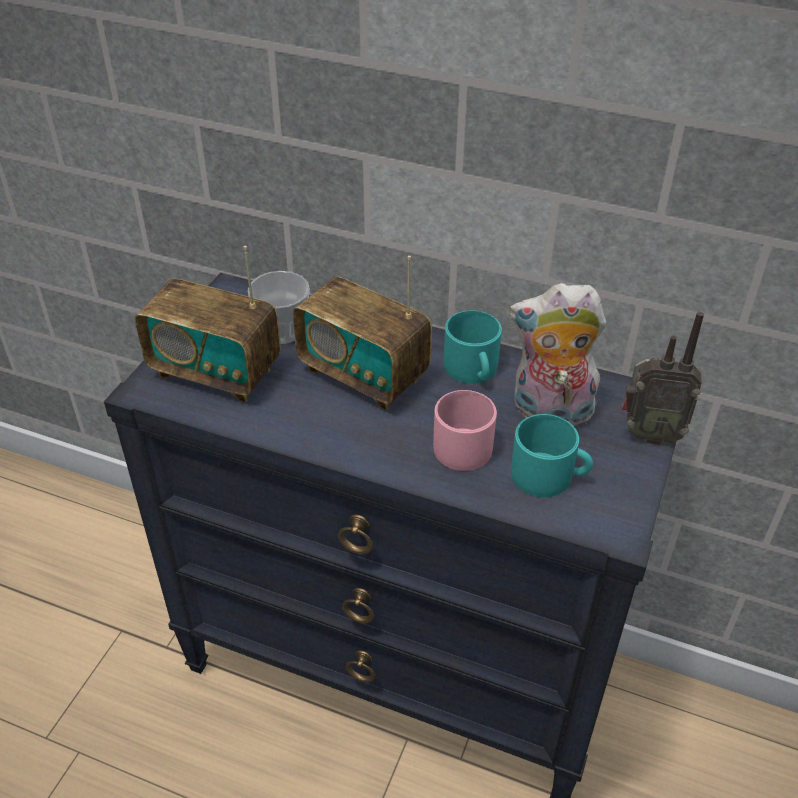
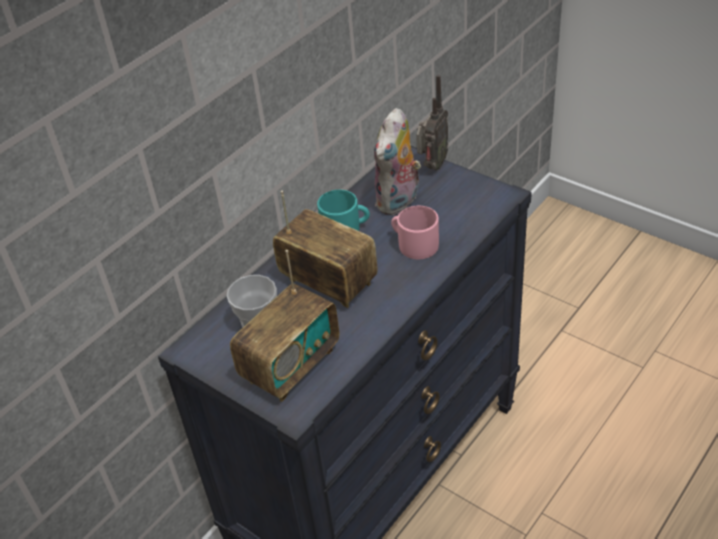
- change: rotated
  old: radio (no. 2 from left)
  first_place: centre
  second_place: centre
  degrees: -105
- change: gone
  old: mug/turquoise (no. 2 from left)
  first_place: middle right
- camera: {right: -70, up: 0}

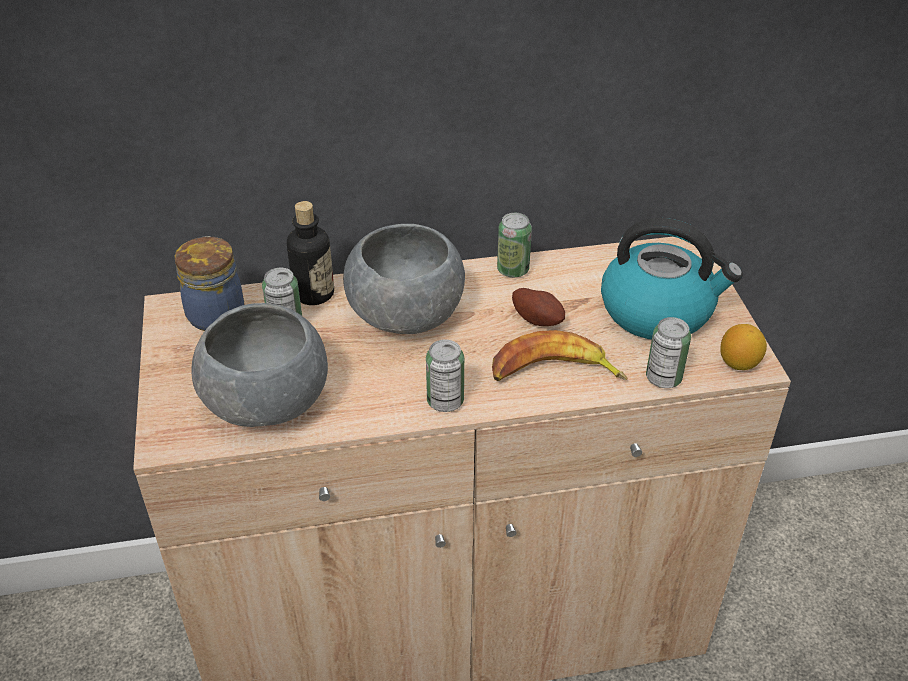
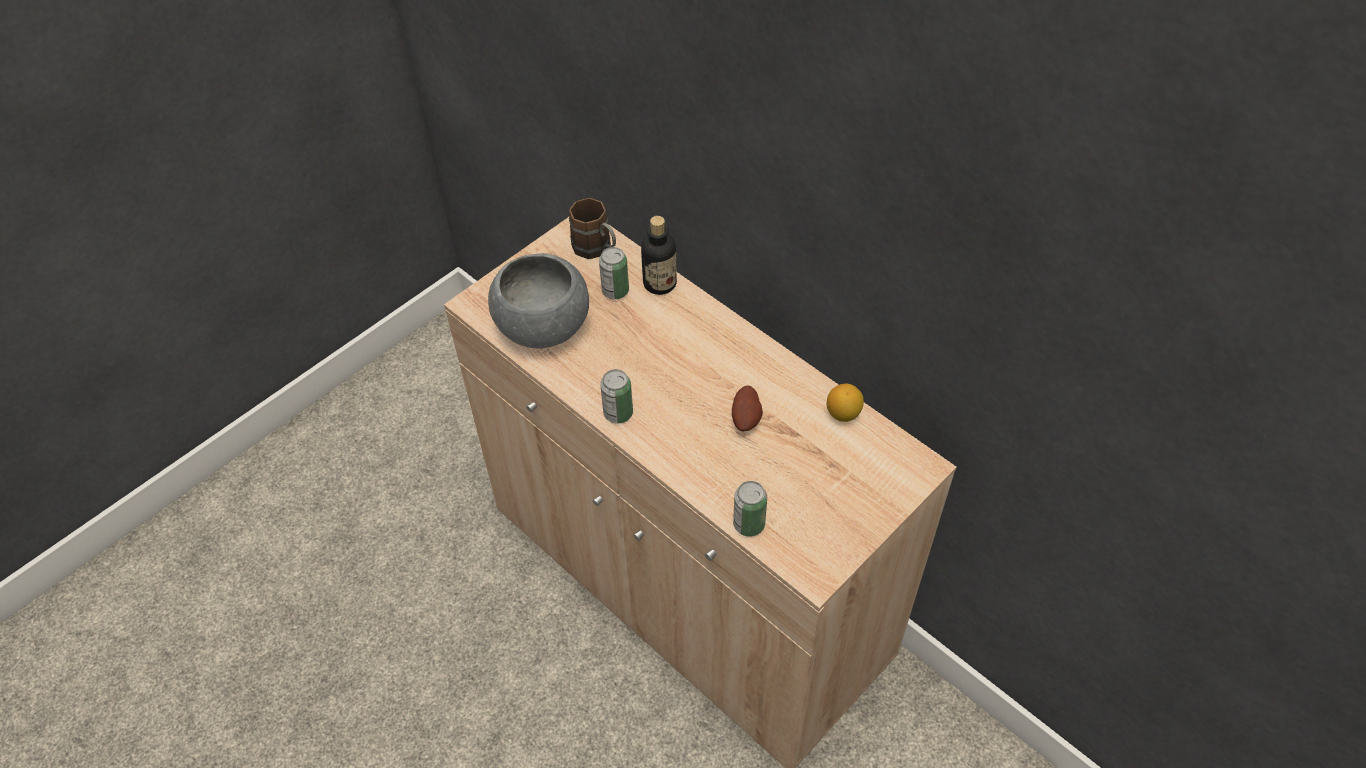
- change: swapped
  old: jar
  new: mug/brown
  first_place: middle left
  second_place: top centre
- change: shifted
  old: lemon
  first_place: middle right
  second_place: centre
- change: gone
  old: bowl/grey (no. 2 from left)
  first_place: centre
- change: gone
  old: banana
  first_place: centre
- change: gone
  old: can (no. 3 from left)
  first_place: centre
- change: gone
  old: kettle
  first_place: middle right
- camera: {right: 55, up: 10}

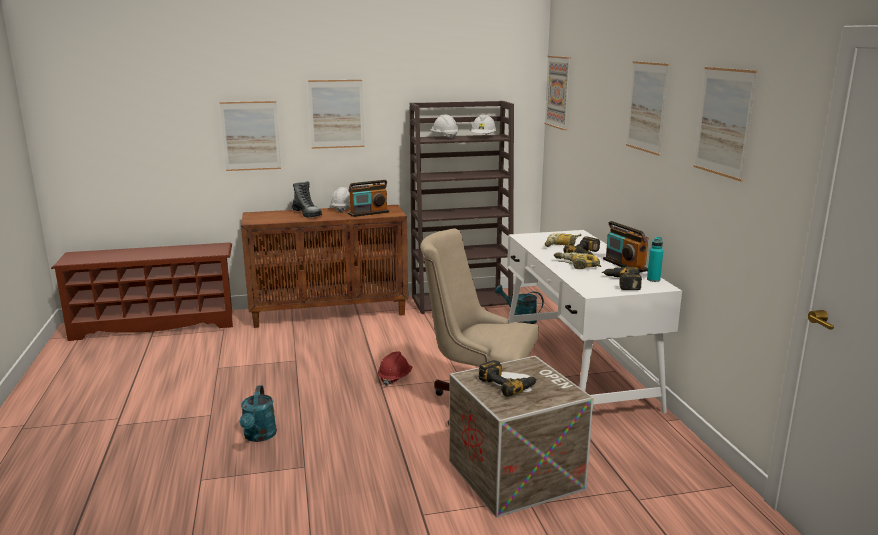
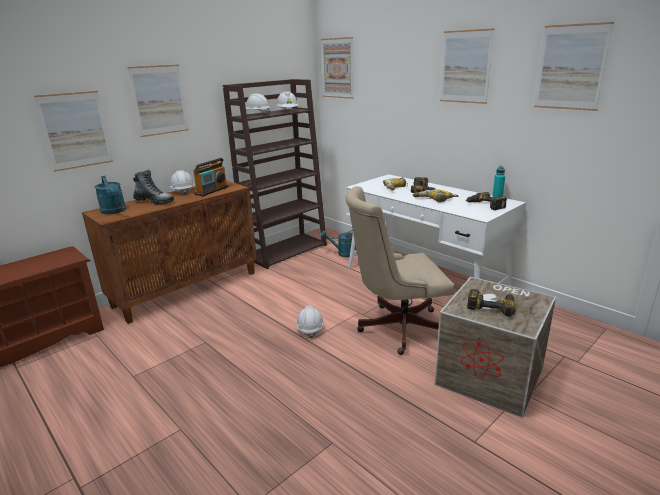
- change: shifted
  old: watering can/turquoise (no. 1 from left)
  first_place: bottom left
  second_place: middle left
- change: repainted
  old: hard hat/red
  new: hard hat/white (no. 4 from left)
  first_place: bottom centre
  second_place: centre
- change: gone
  old: radio (no. 2 from left)
  first_place: middle right
- camera: {right: -30, up: 5}

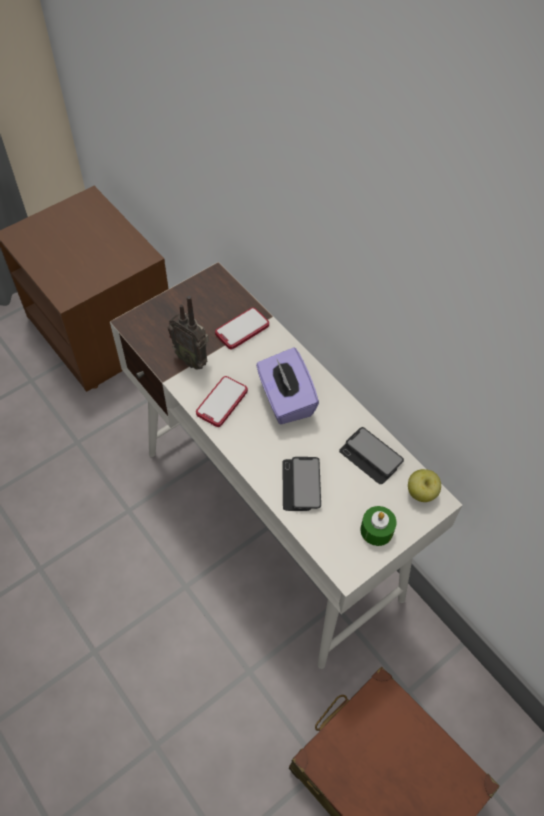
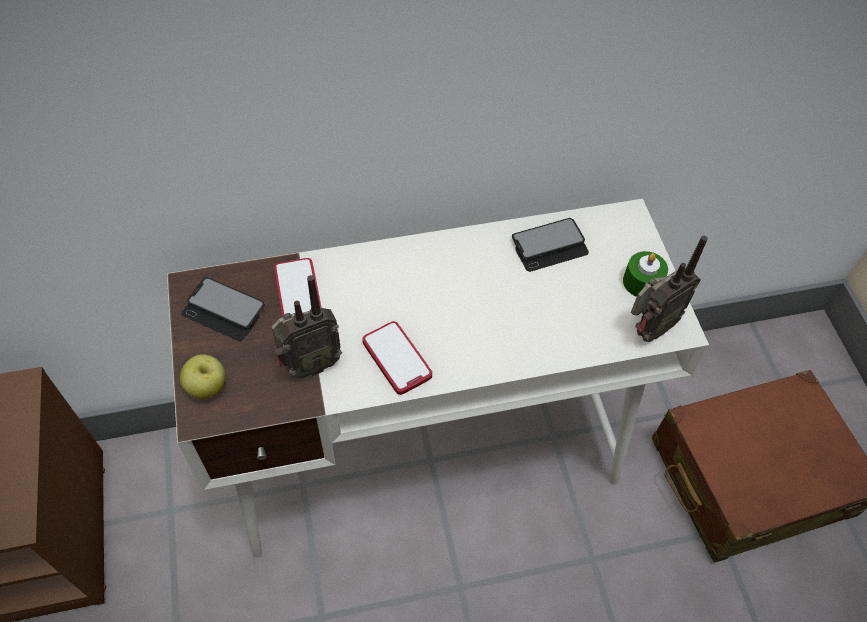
- change: shifted
  old: apple
  first_place: middle right
  second_place: middle left
- change: shifted
  old: phone (no. 3 from left in the first image)
  new: phone (no. 1 from left)
  first_place: centre
  second_place: middle left
- change: new
  new: radio (no. 2 from left)
  second_place: middle right
- change: gone
  old: tissue box/purple
  first_place: centre
- camera: {right: -65, up: 0}

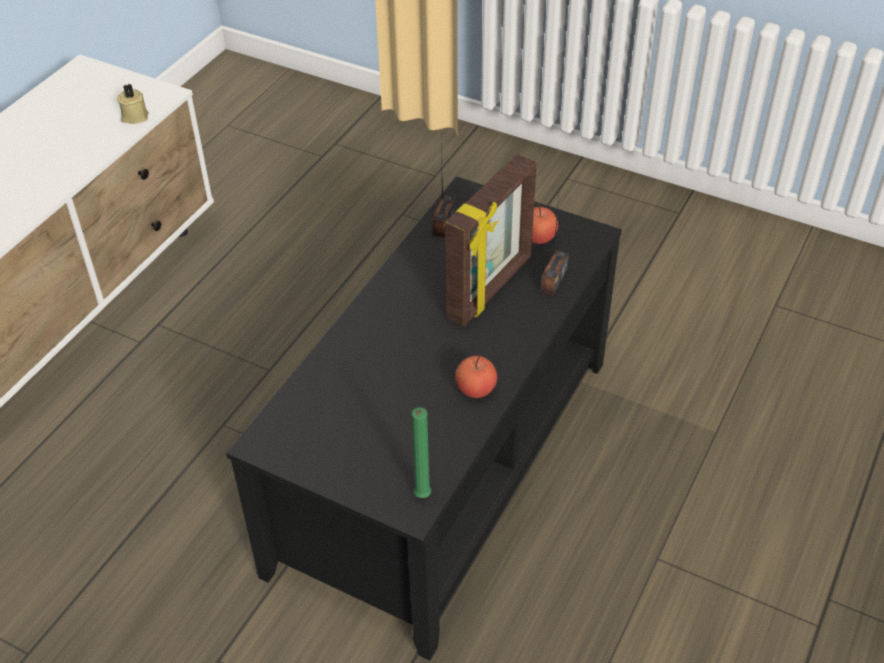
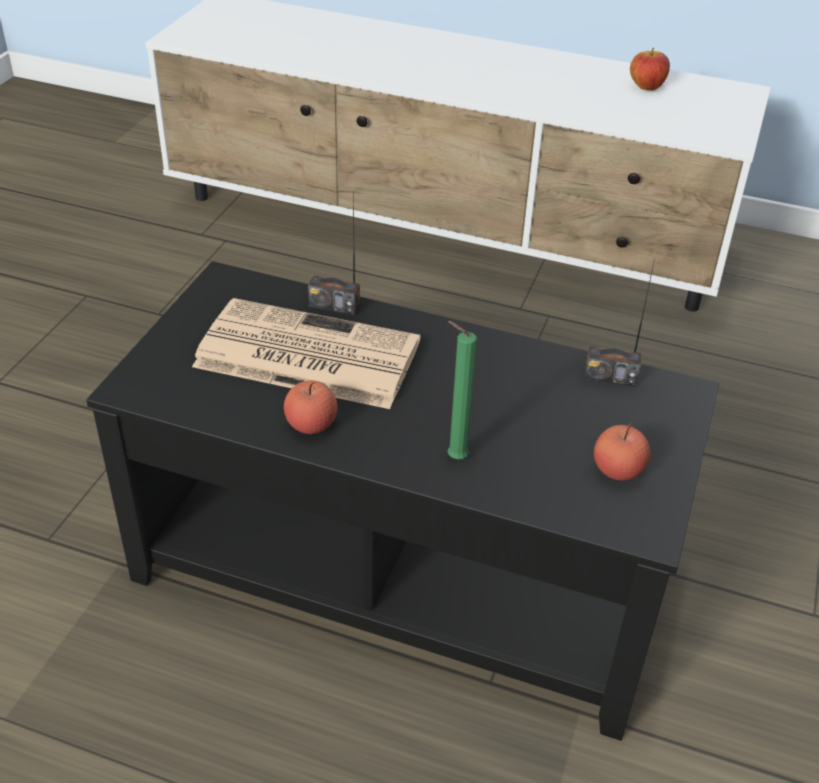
- change: new
  new: newspaper
  second_place: centre
- change: shifted
  old: radio (no. 2 from left in the first image)
  new: radio (no. 1 from left)
  first_place: centre
  second_place: top centre
- change: shifted
  old: candle/green
  first_place: bottom centre
  second_place: centre
- change: new
  new: apple (no. 3 from left)
  second_place: top right
- change: gone
  old: candle/beige
  first_place: top left
- change: gone
  old: picture frame
  first_place: centre
- camera: {right: 80, up: -5}

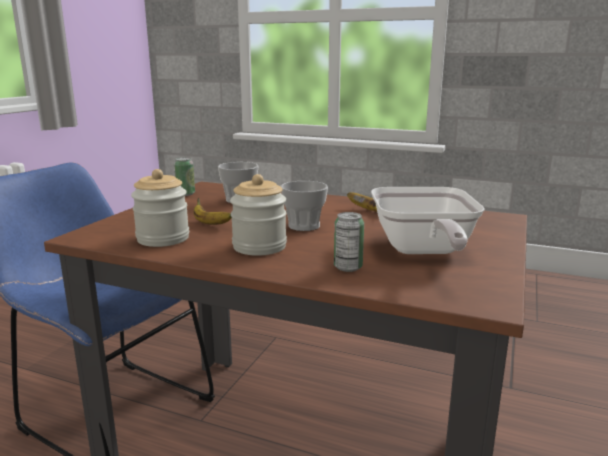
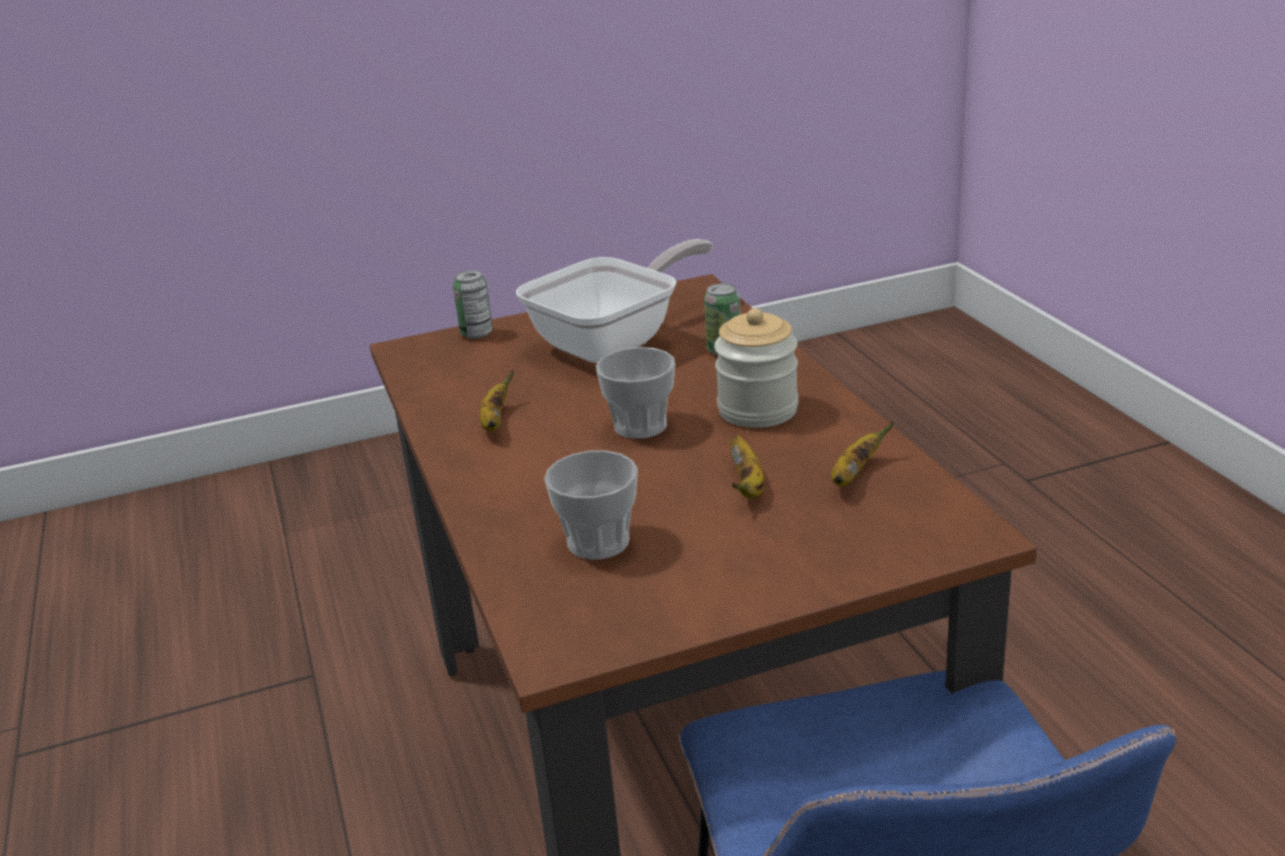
- change: shifted
  old: can (no. 1 from left)
  first_place: middle left
  second_place: centre
- change: swapped
  old: jar (no. 1 from left)
  new: banana (no. 3 from left)
  first_place: middle left
  second_place: middle right
- camera: {right: -130, up: 10}

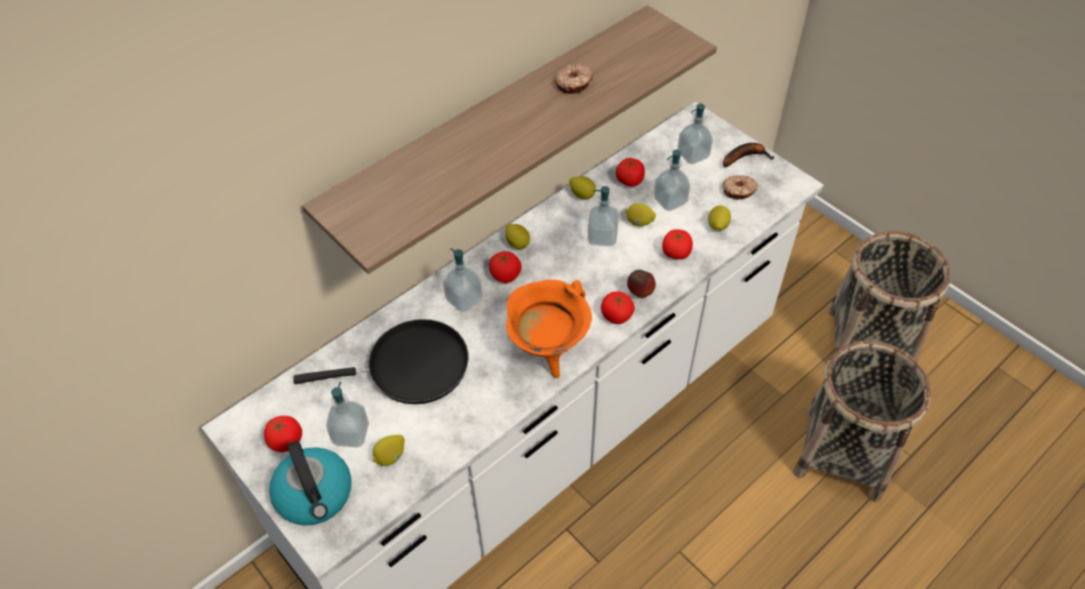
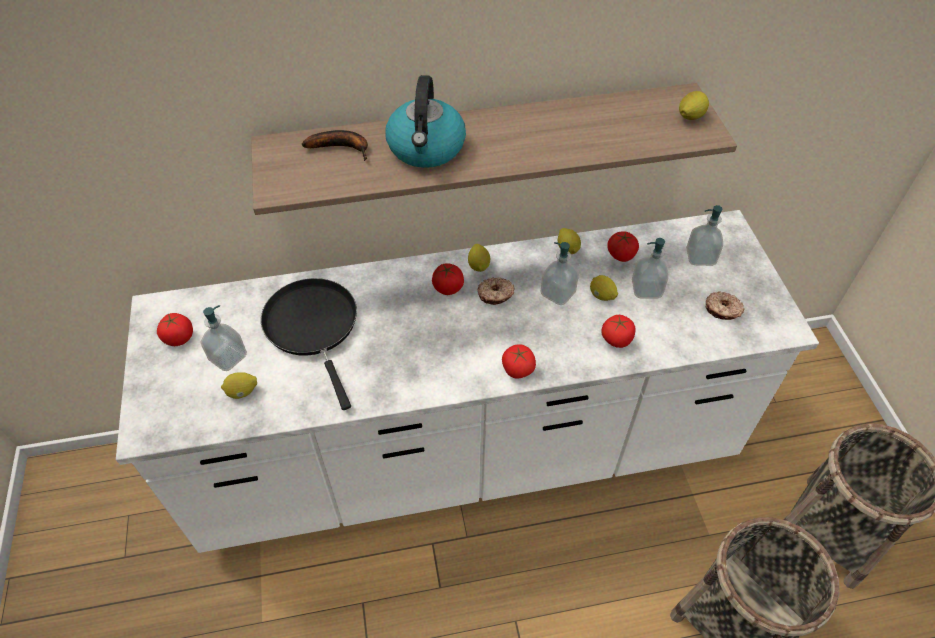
- change: rotated
  old: frying pan/black
  first_place: centre
  second_place: middle left
  degrees: -135
- change: shifted
  old: banana
  first_place: top right
  second_place: top centre
- change: shifted
  old: kettle
  first_place: bottom left
  second_place: top centre
- change: shifted
  old: donut (no. 1 from left)
  first_place: top centre
  second_place: centre
- change: shifted
  old: lemon (no. 5 from left)
  first_place: centre
  second_place: top right
- change: gone
  old: soap dispenser (no. 2 from left)
  first_place: centre
- change: gone
  old: cooking pot/orange
  first_place: centre
- change: gone
  old: apple
  first_place: centre
- camera: {right: 30, up: 0}

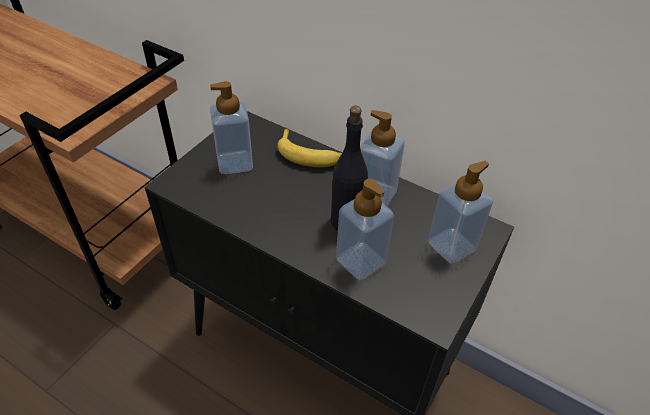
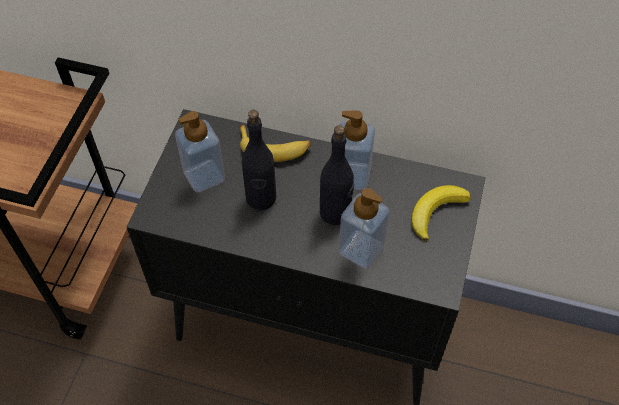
- change: new
  new: bottle/black (no. 1 from left)
  second_place: centre
- change: swapped
  old: soap dispenser (no. 4 from left)
  new: banana (no. 2 from left)
  first_place: middle right
  second_place: middle right
- camera: {right: -15, up: 10}

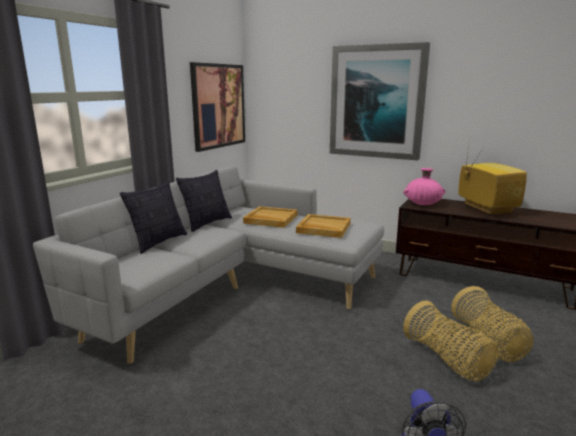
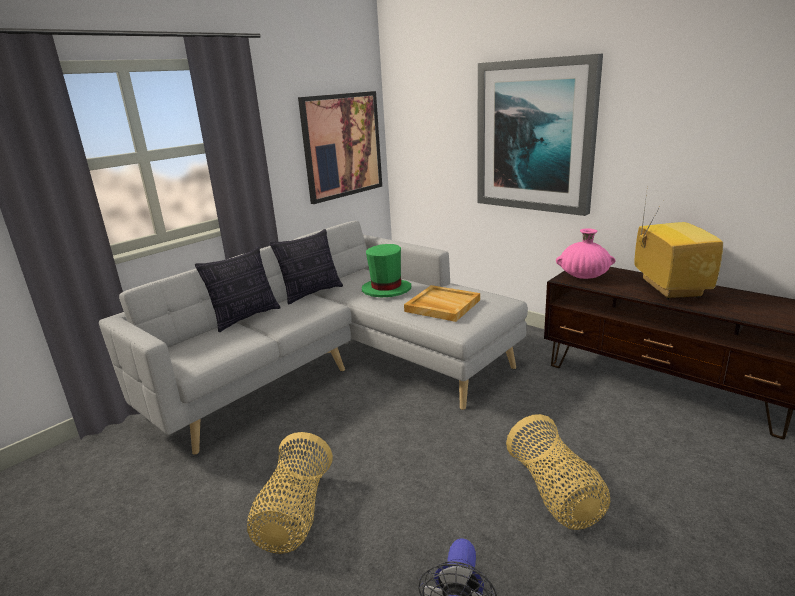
- change: shifted
  old: basket (no. 2 from left in the first image)
  new: basket (no. 1 from left)
  first_place: bottom right
  second_place: bottom centre
- change: swapped
  old: tray/beige (no. 1 from left)
  new: hat/green
  first_place: centre
  second_place: centre
- camera: {right: 15, up: 5}

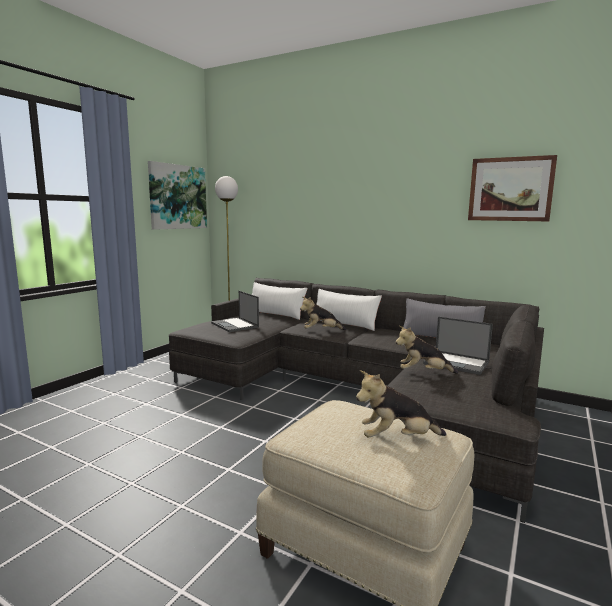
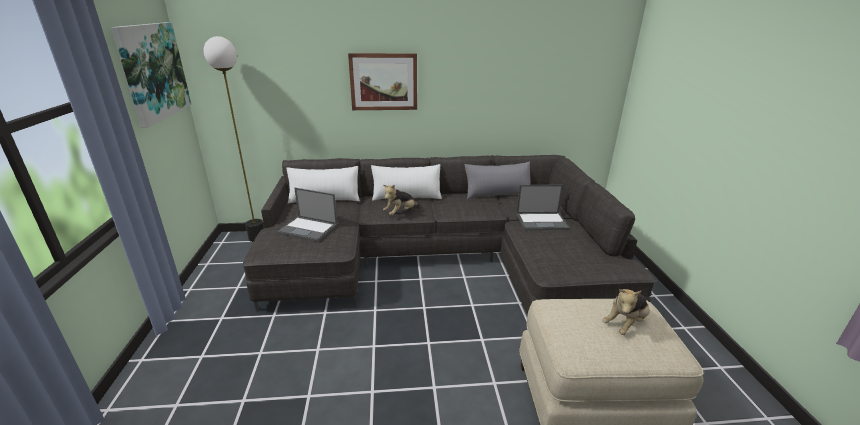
- change: shifted
  old: picture (no. 2 from left)
  first_place: top right
  second_place: top centre
- change: gone
  old: plush toy (no. 3 from left)
  first_place: middle right
- camera: {right: -35, up: 15}

